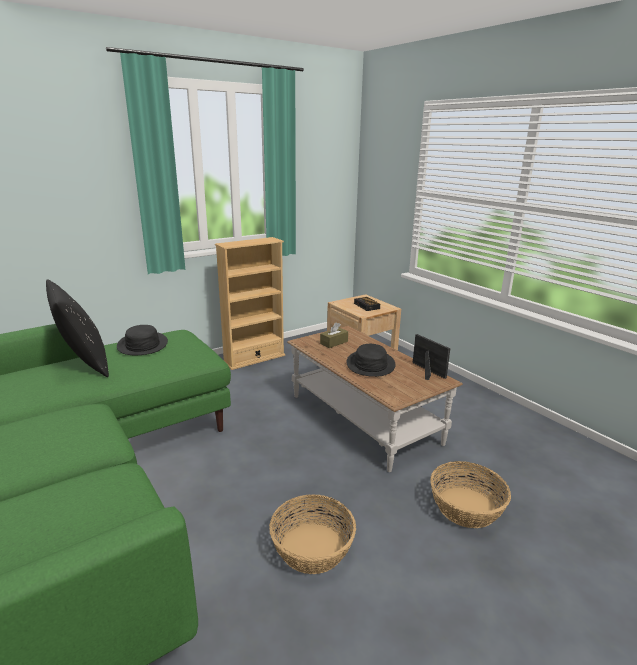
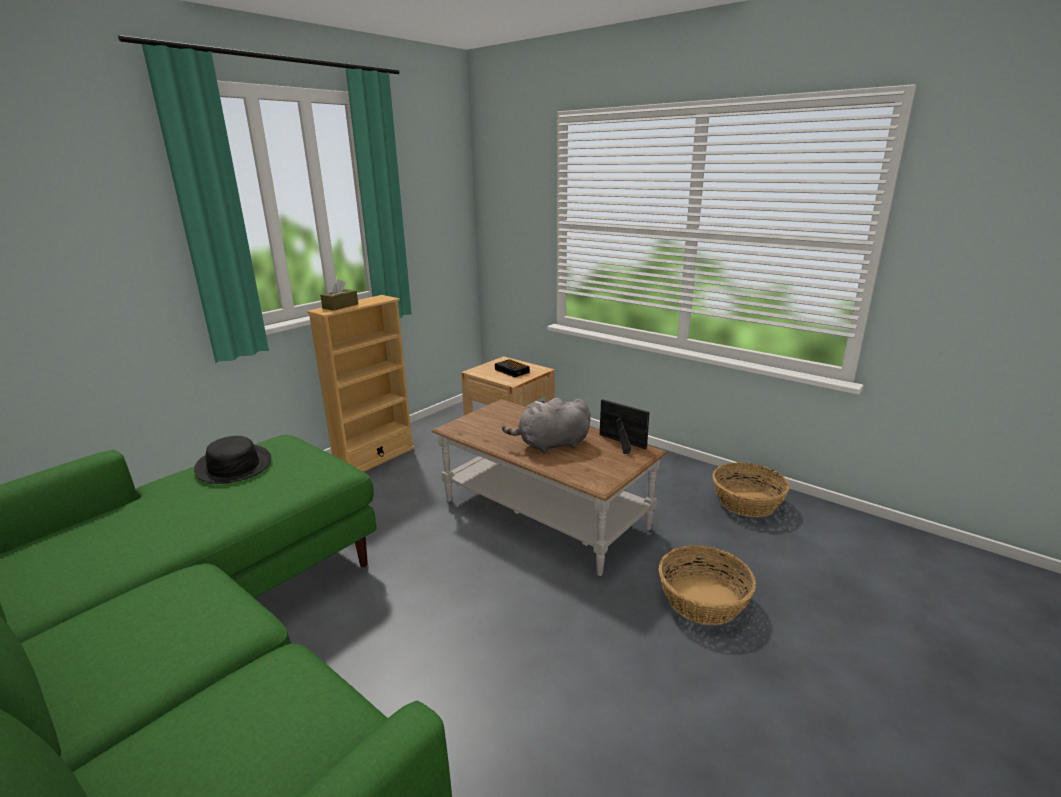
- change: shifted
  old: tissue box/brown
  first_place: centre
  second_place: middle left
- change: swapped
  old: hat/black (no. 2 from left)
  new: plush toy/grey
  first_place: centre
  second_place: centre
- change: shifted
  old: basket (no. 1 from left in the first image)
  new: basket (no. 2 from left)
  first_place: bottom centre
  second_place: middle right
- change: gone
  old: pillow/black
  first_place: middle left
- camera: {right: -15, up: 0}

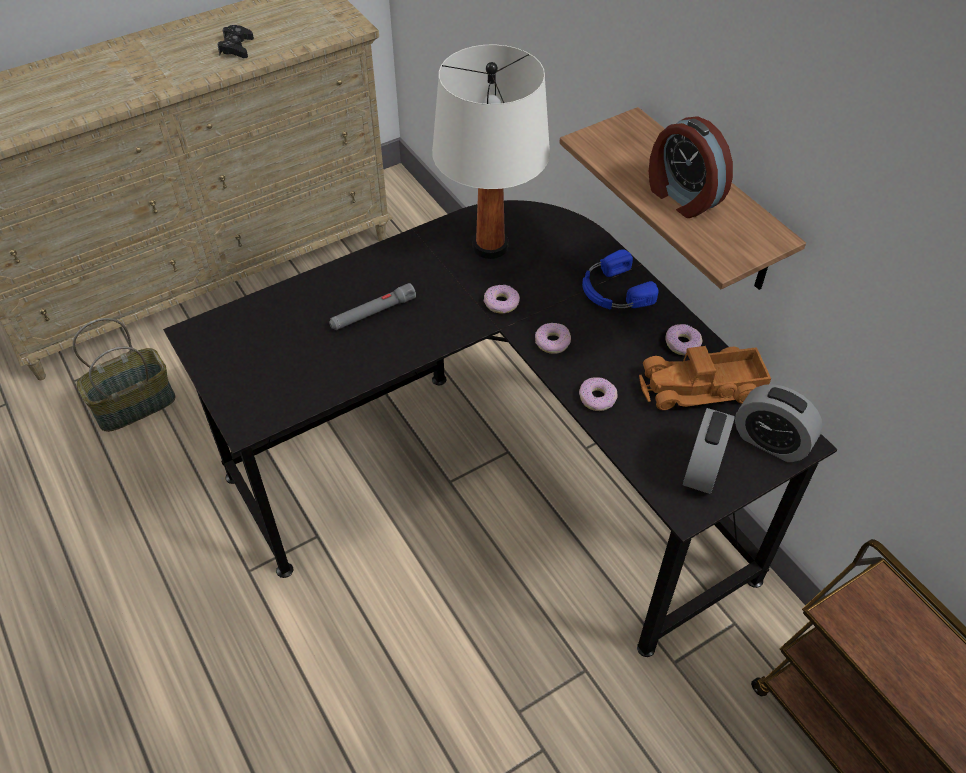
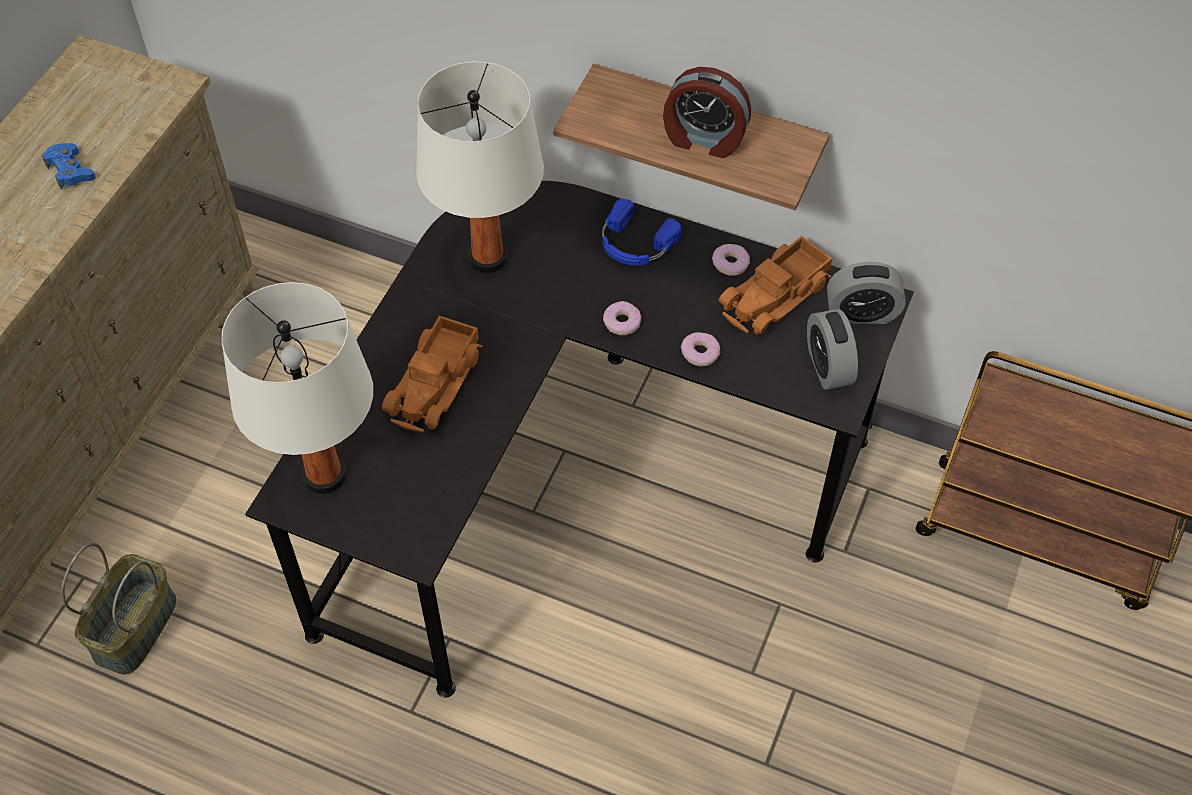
- change: repainted
  old: game controller/black
  new: game controller/blue
  first_place: top left
  second_place: top left
- change: new
  new: table lamp/white (no. 1 from left)
  second_place: middle left
- change: swapped
  old: flashlight/grey
  new: toy truck (no. 1 from left)
  first_place: centre
  second_place: centre
- change: gone
  old: donut (no. 1 from left)
  first_place: centre
- camera: {right: -35, up: 5}

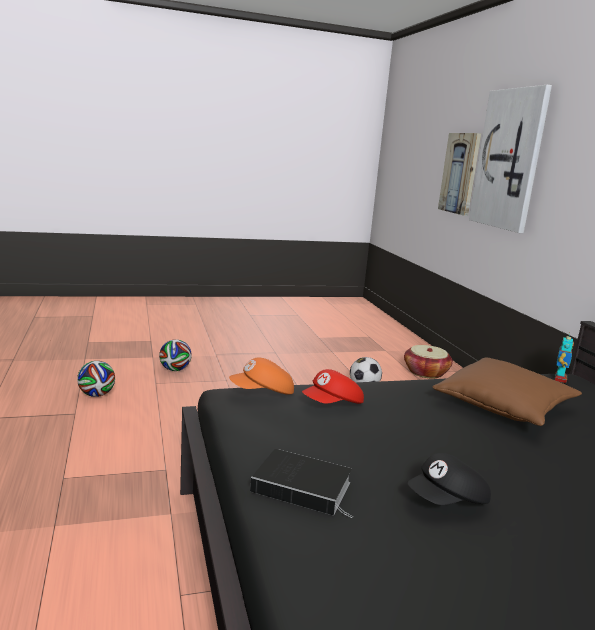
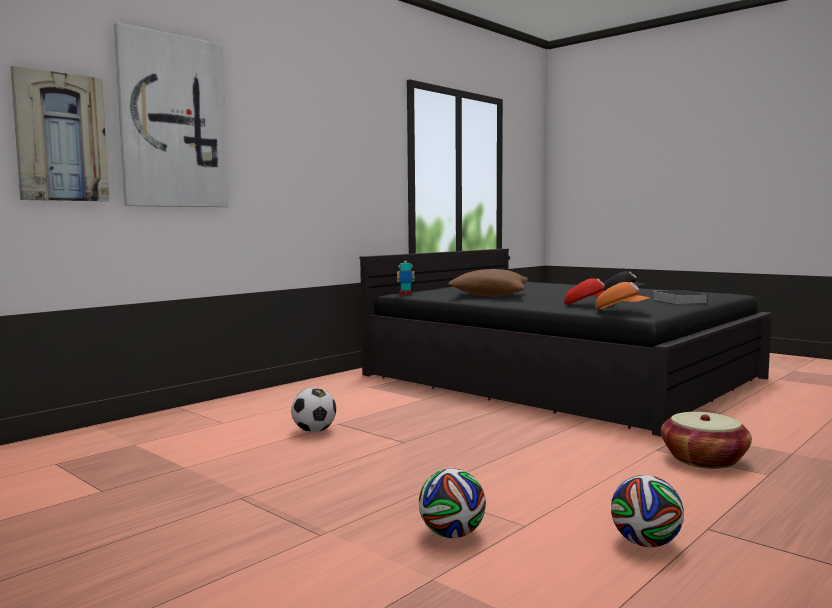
- change: shifted
  old: basket
  first_place: middle right
  second_place: bottom right
- camera: {right: -120, up: -10}

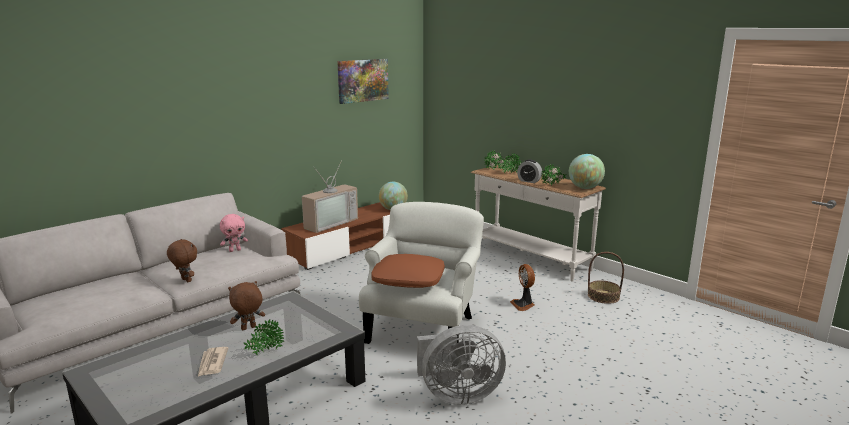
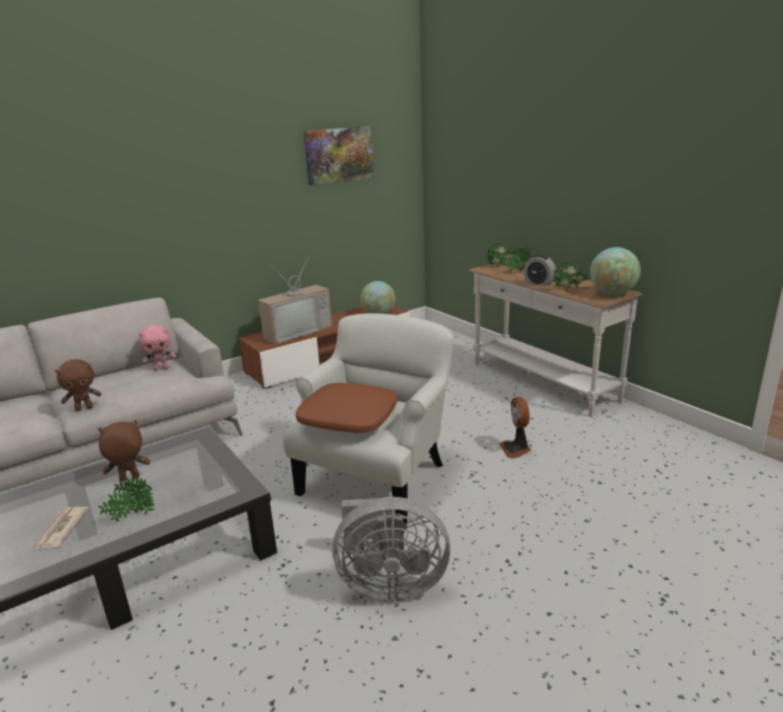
- change: rotated
  old: plush toy/brown (no. 1 from left)
  first_place: middle left
  second_place: middle left
  degrees: 105
- change: gone
  old: basket
  first_place: middle right
- camera: {right: 10, up: 5}

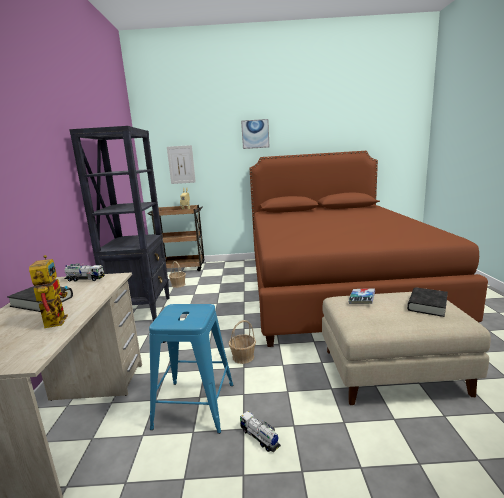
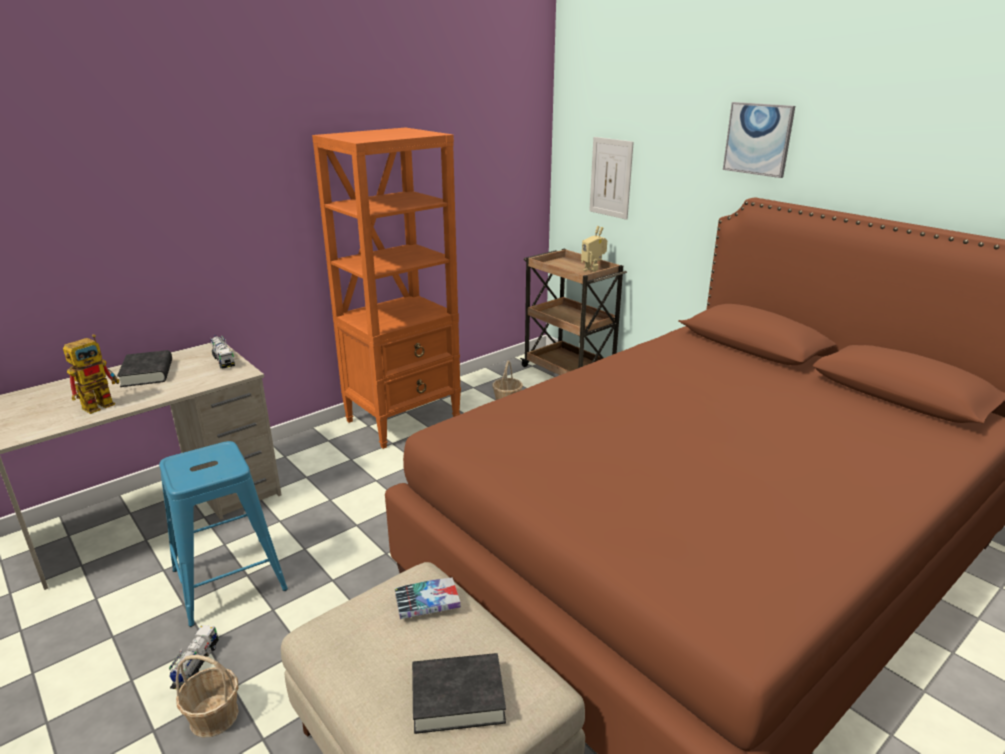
- change: shifted
  old: basket (no. 2 from left in the first image)
  new: basket (no. 1 from left)
  first_place: bottom centre
  second_place: bottom left
- change: repainted
  old: bookcase/black
  new: bookcase/orange
  first_place: middle left
  second_place: centre
- camera: {right: 50, up: 10}

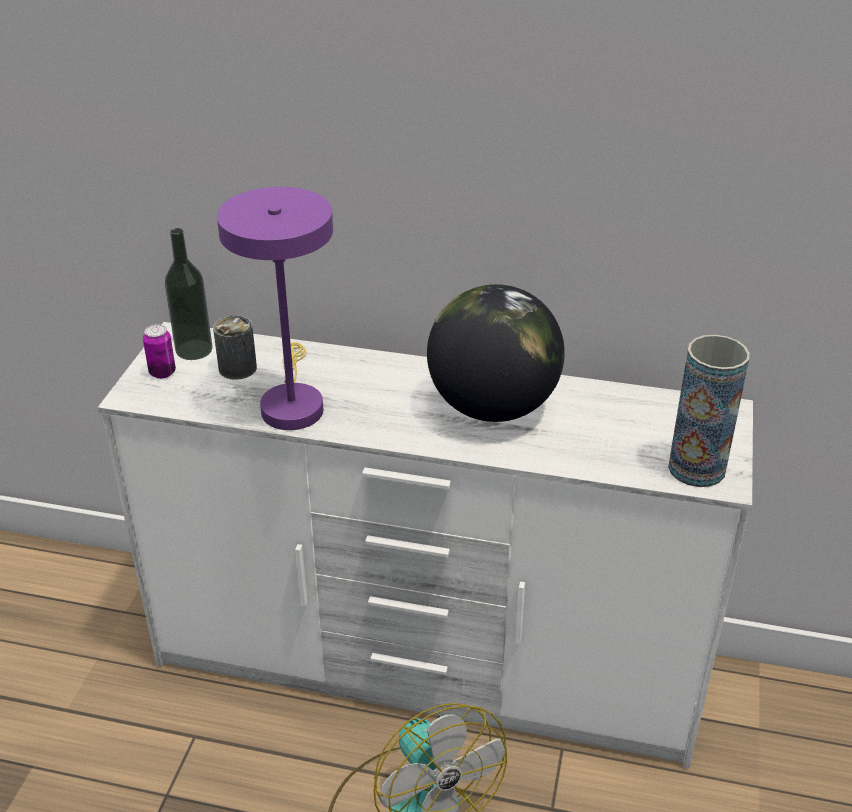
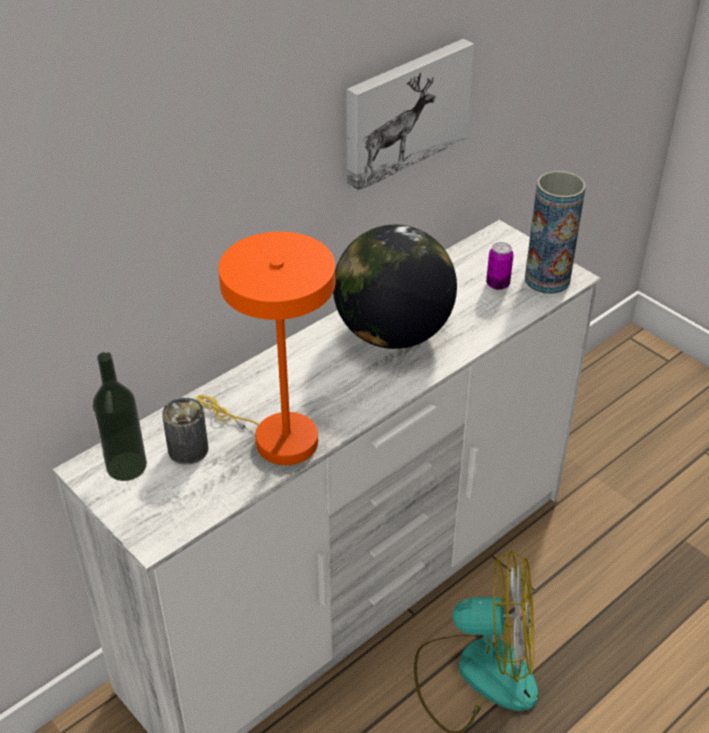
- change: repainted
  old: table lamp/purple
  new: table lamp/orange
  first_place: middle left
  second_place: centre
- change: new
  new: picture
  second_place: top centre
- change: shifted
  old: can (no. 1 from left in the first image)
  new: can (no. 2 from left)
  first_place: middle left
  second_place: middle right
- camera: {right: -55, up: 5}

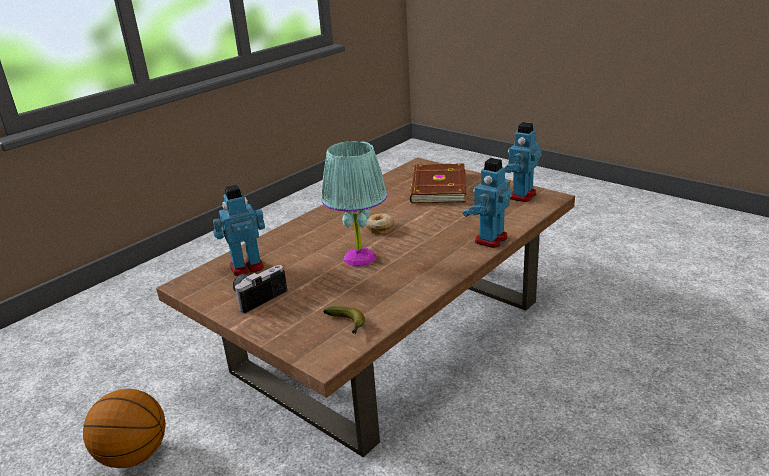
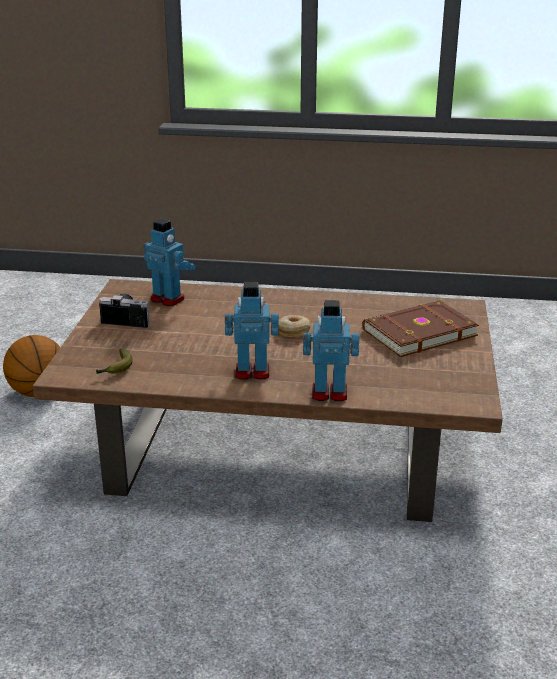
- change: shifted
  old: toy robot (no. 3 from left in the first image)
  new: toy robot (no. 2 from left)
  first_place: middle right
  second_place: centre
- change: gone
  old: table lamp/turquoise
  first_place: centre
- camera: {right: 55, up: 0}

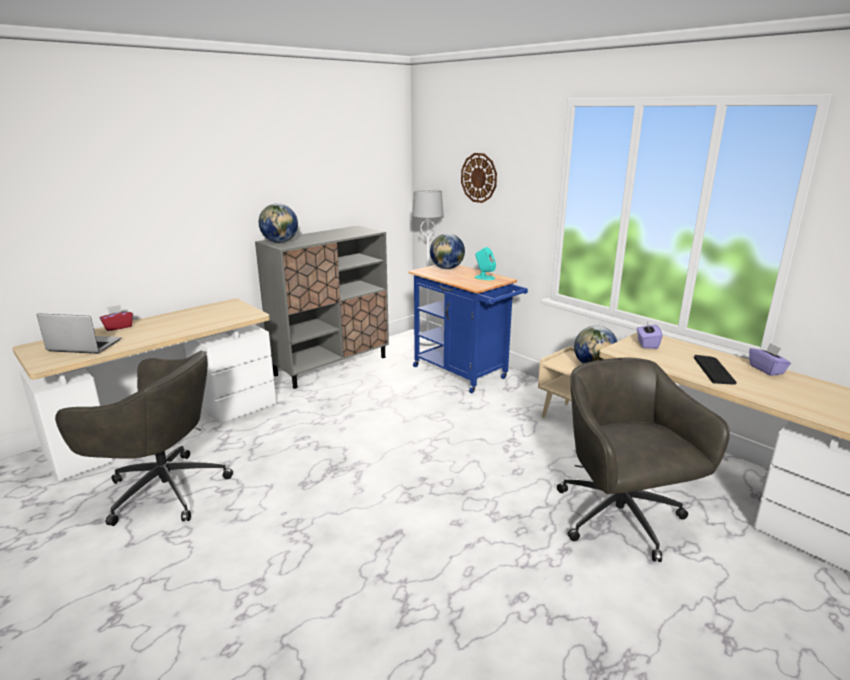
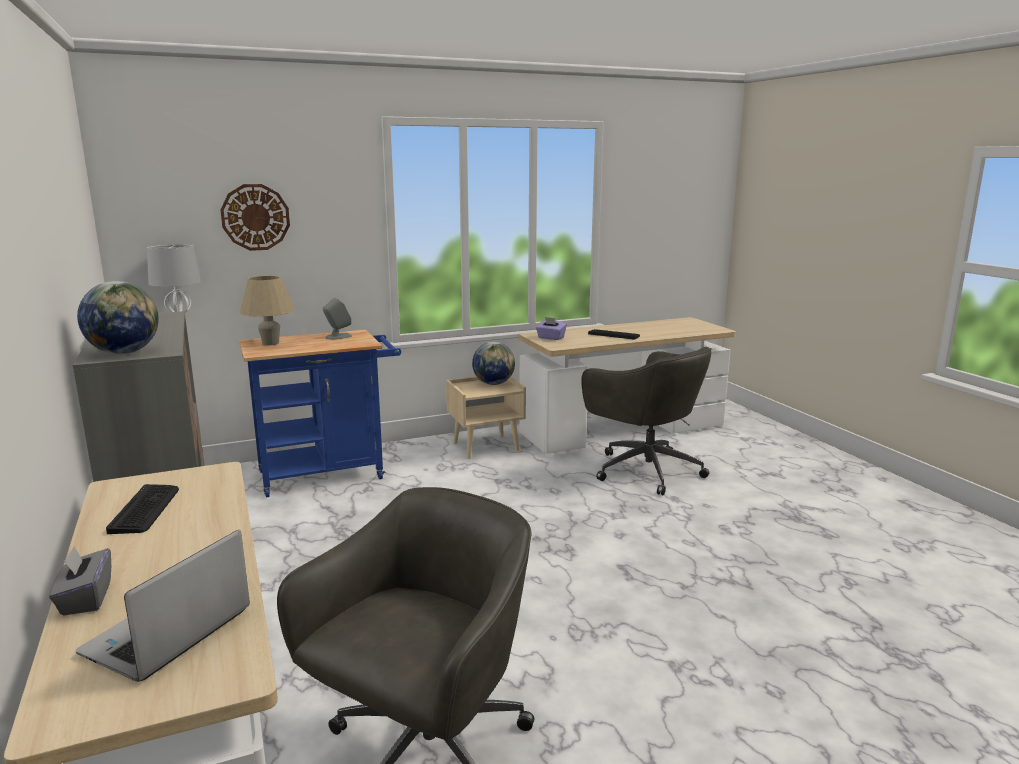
- change: repainted
  old: tissue box/red
  new: tissue box/grey
  first_place: middle left
  second_place: bottom left
- change: new
  new: keyboard (no. 1 from left)
  second_place: middle left
- change: swapped
  old: globe (no. 2 from left)
  new: table lamp/beige
  first_place: centre
  second_place: middle left
- change: repainted
  old: speaker/turquoise
  new: speaker/grey
  first_place: centre
  second_place: middle left
- change: rotated
  old: office chair/grey (no. 2 from left)
  first_place: bottom right
  second_place: centre
  degrees: -135
- change: gone
  old: tissue box/purple (no. 2 from left)
  first_place: middle right
- camera: {right: -70, up: -5}

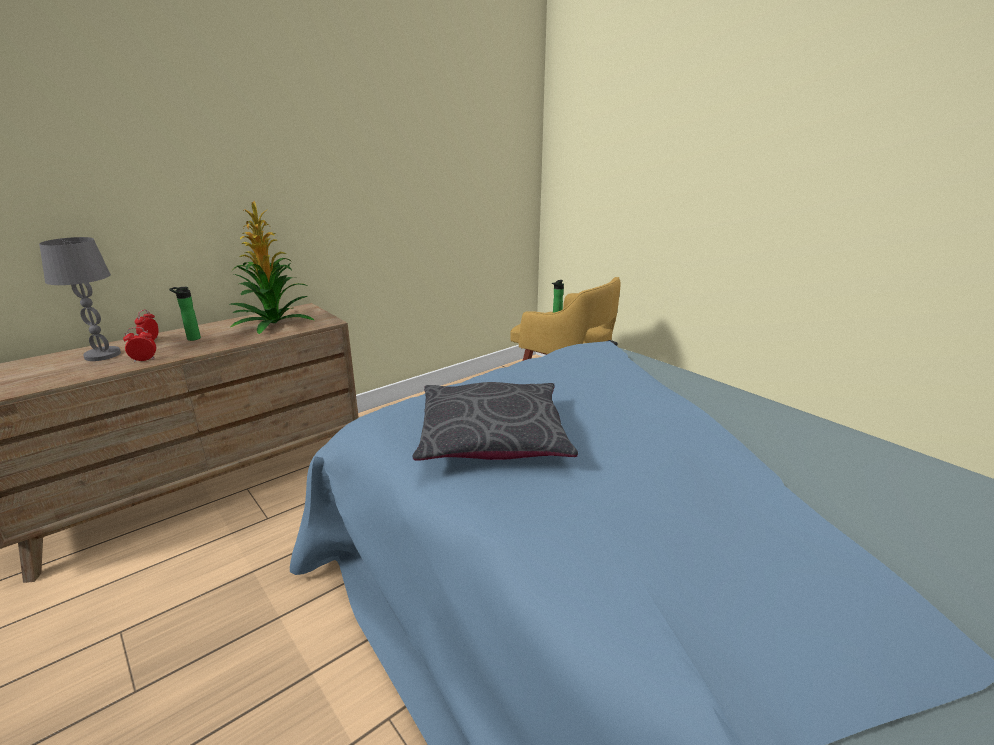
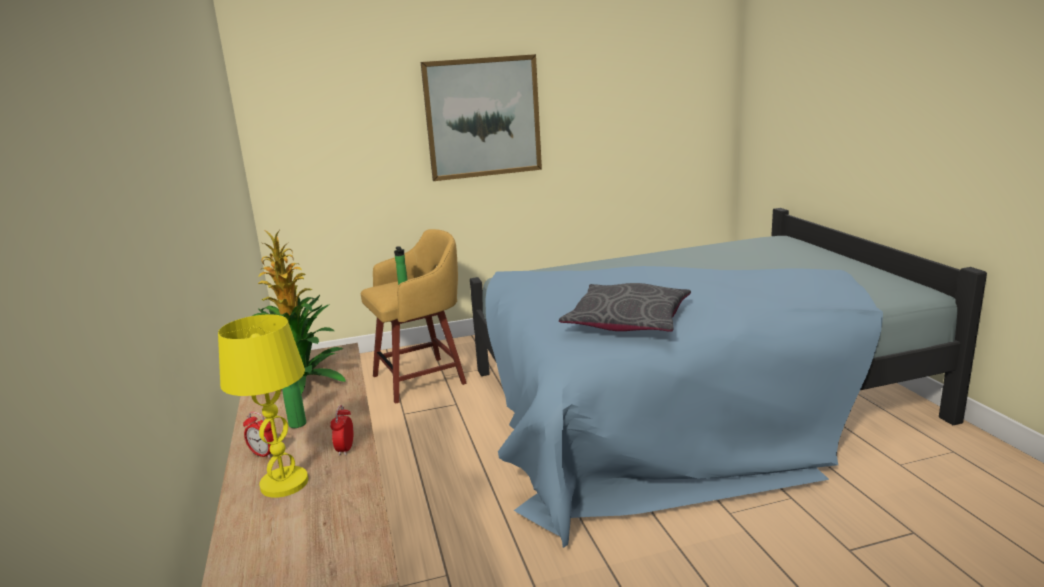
- change: repainted
  old: table lamp/grey
  new: table lamp/yellow
  first_place: middle left
  second_place: bottom left
- change: new
  new: picture
  second_place: top centre
- camera: {right: -65, up: -5}

